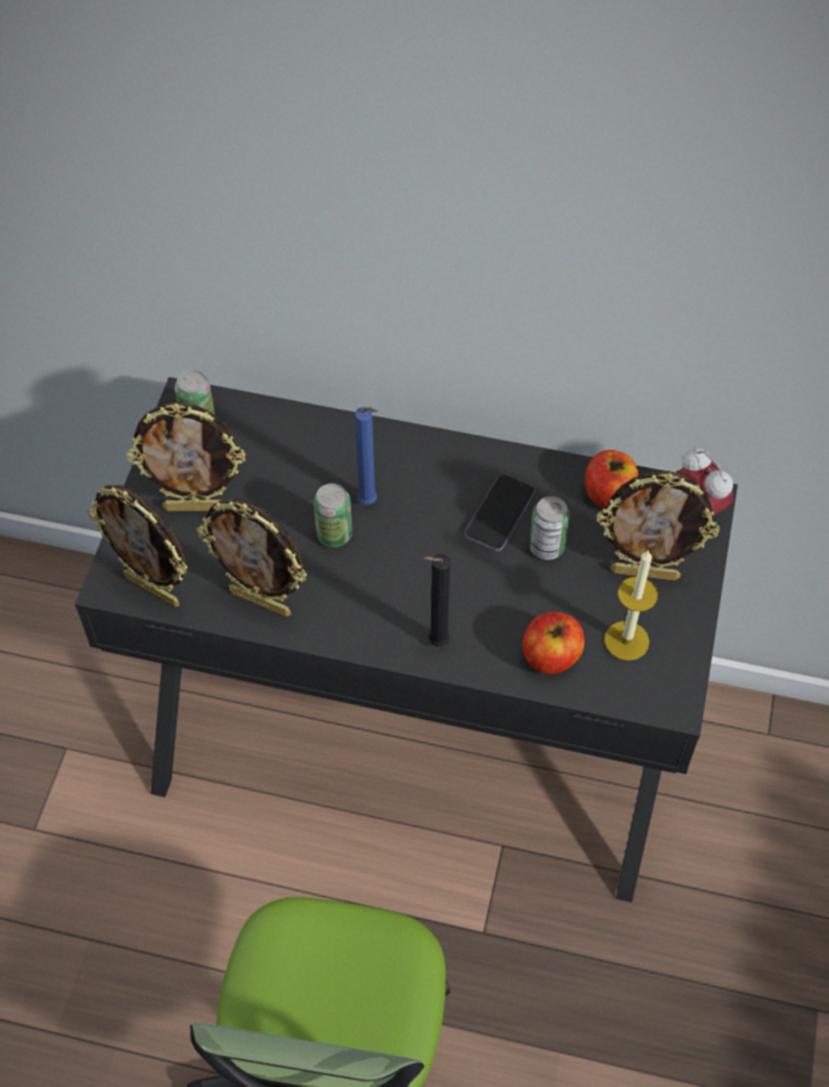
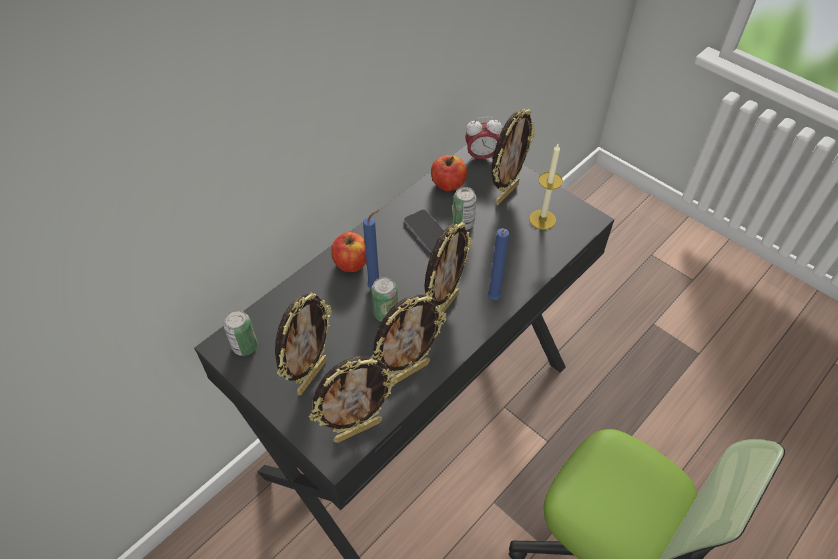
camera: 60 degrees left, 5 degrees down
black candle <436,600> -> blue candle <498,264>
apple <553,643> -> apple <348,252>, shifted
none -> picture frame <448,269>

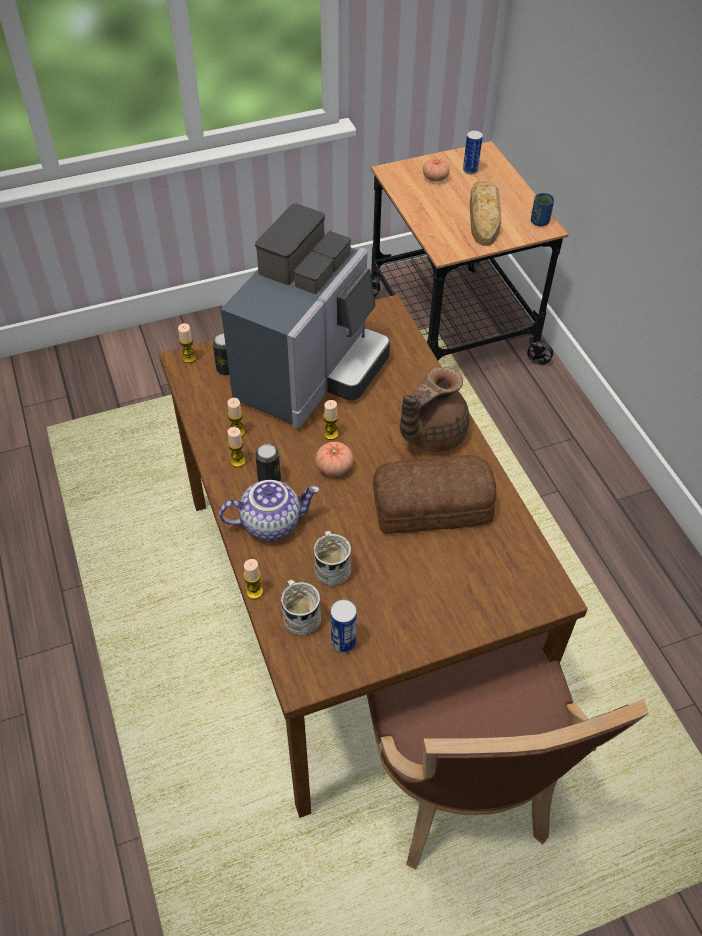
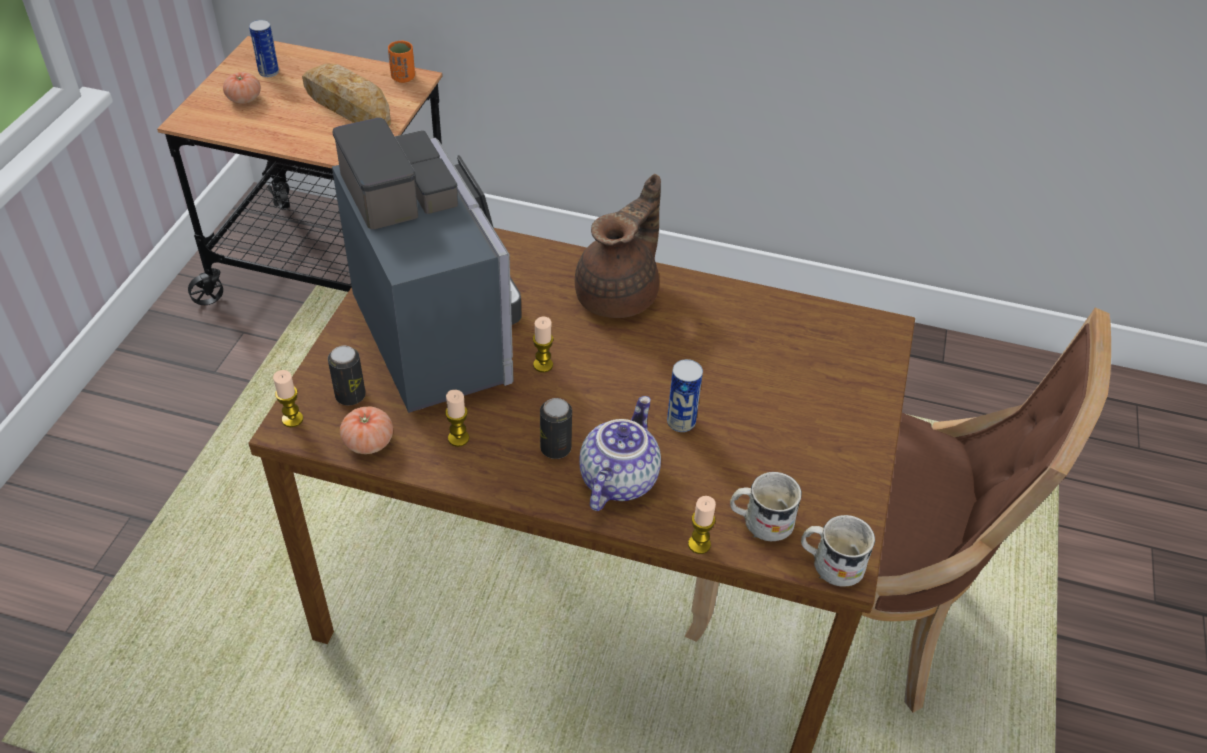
camera: 55 degrees left, 5 degrees down
blue cup <542,210> -> orange cup <401,62>
brown teapot <434,409> -> brown teapot <618,246>, 135 degrees counterclockwise
candle <236,447> -> none
tomato <334,459> -> tomato <366,430>, shifted
bread <434,494> -> none
white mug <332,558> -> white mug <838,550>, shifted
can <344,626> -> can <685,395>, shifted

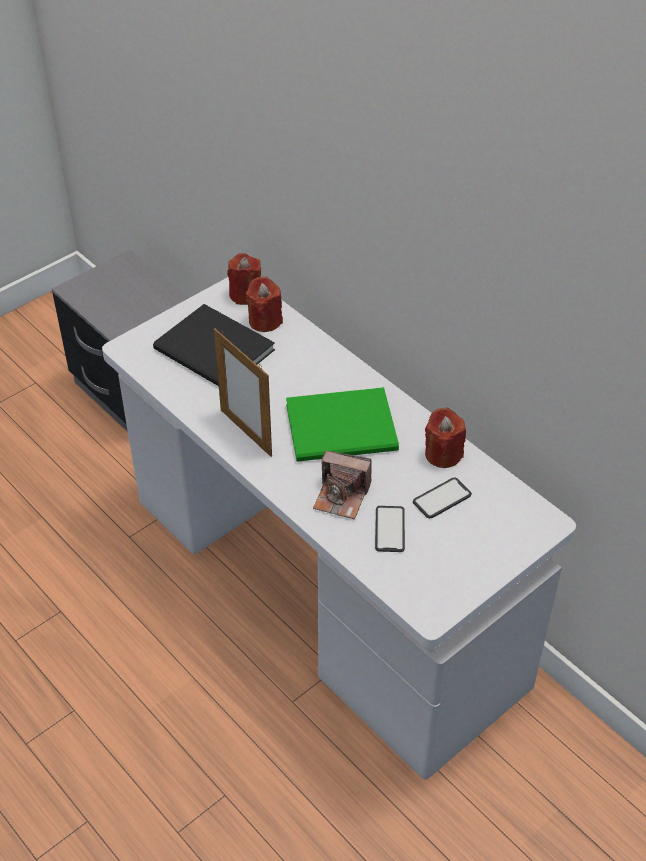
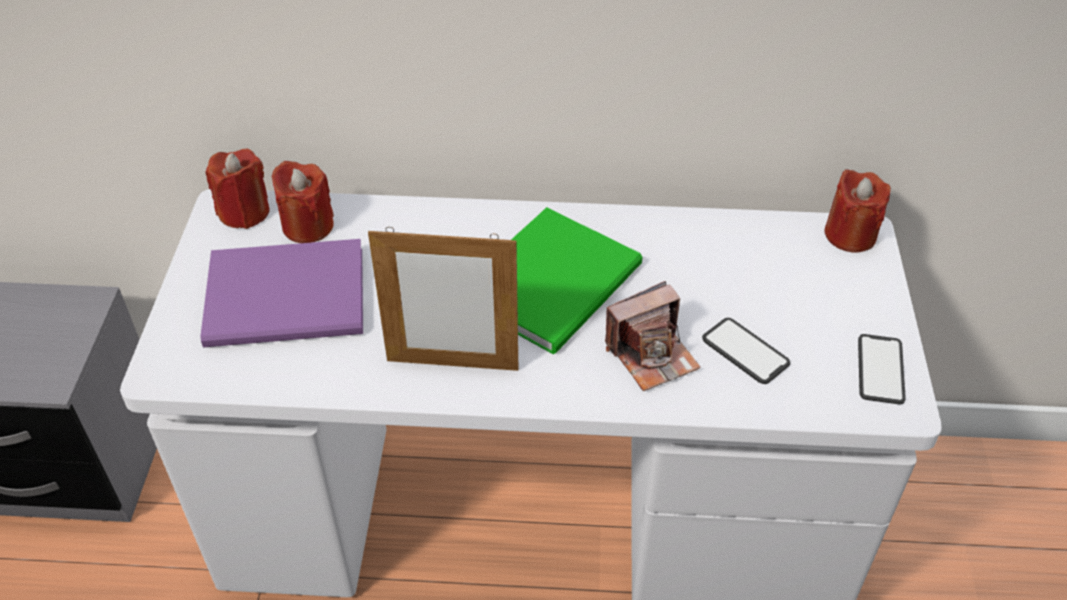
camera: 45 degrees left, 0 degrees up
black book <214,345> -> purple book <281,293>
red candle <445,437> -> red candle <857,211>, shifted
phone <442,498> -> phone <882,369>, shifted

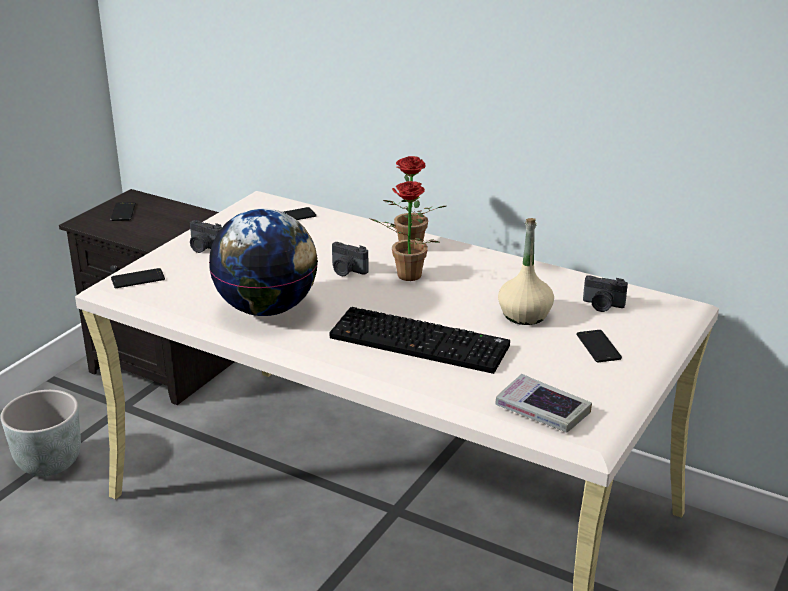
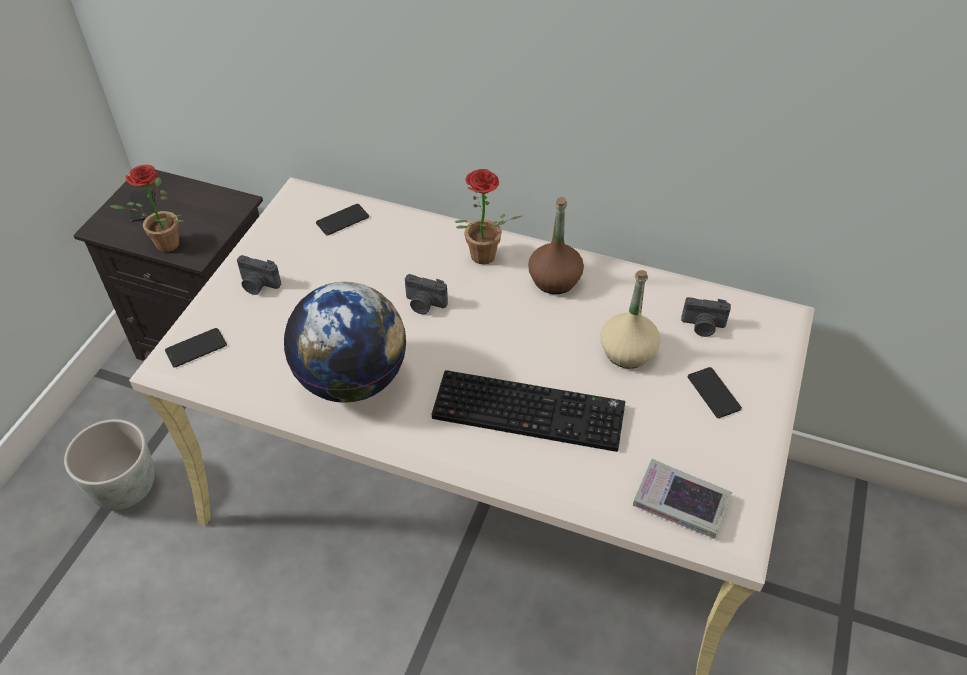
camera: 10 degrees left, 20 degrees up
potted plant <405,231> -> potted plant <146,208>, shifted
none -> brown bottle <556,245>

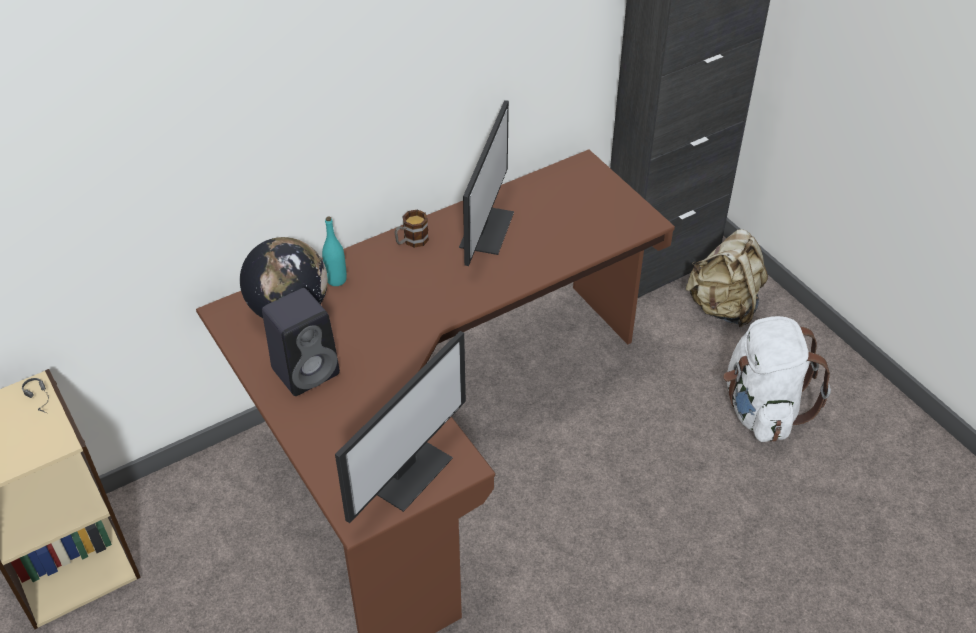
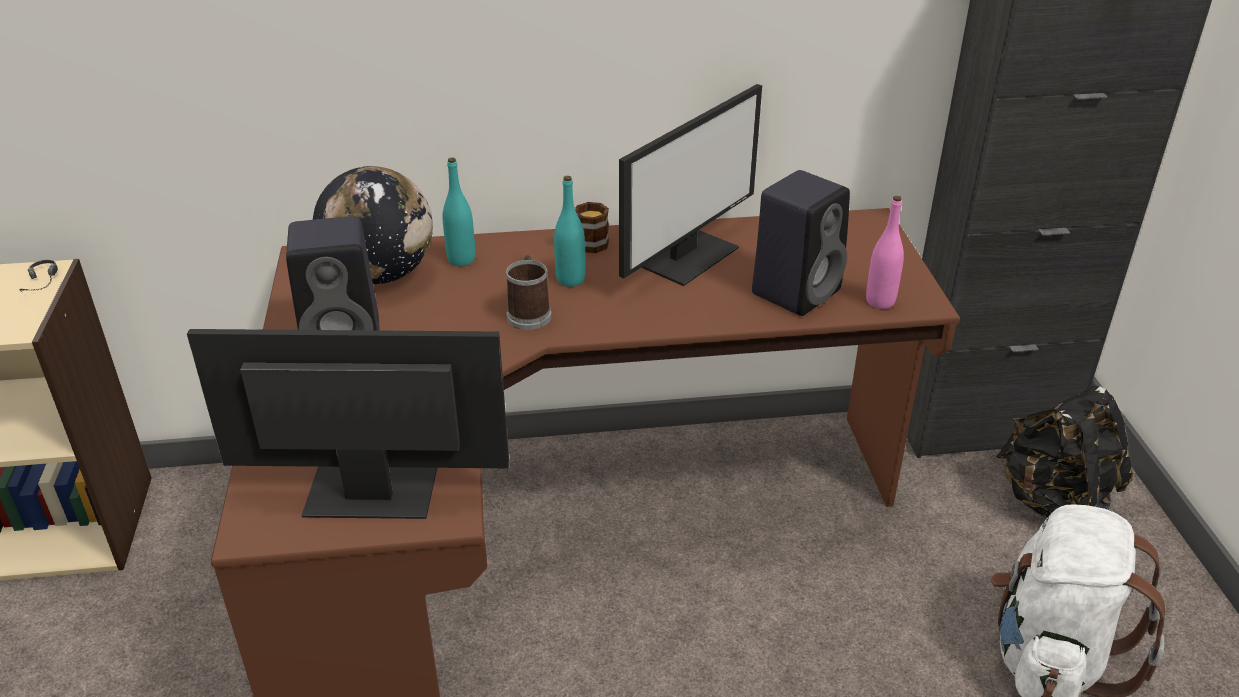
camera: 25 degrees right, 10 degrees down
beige backpack <727,278> -> black backpack <1064,452>
monitor <400,427> -> monitor <348,424>, 150 degrees counterclockwise
none -> black speaker <801,243>
none -> turquoise bottle <569,231>
none -> pink bottle <885,252>
none -> mug <528,293>

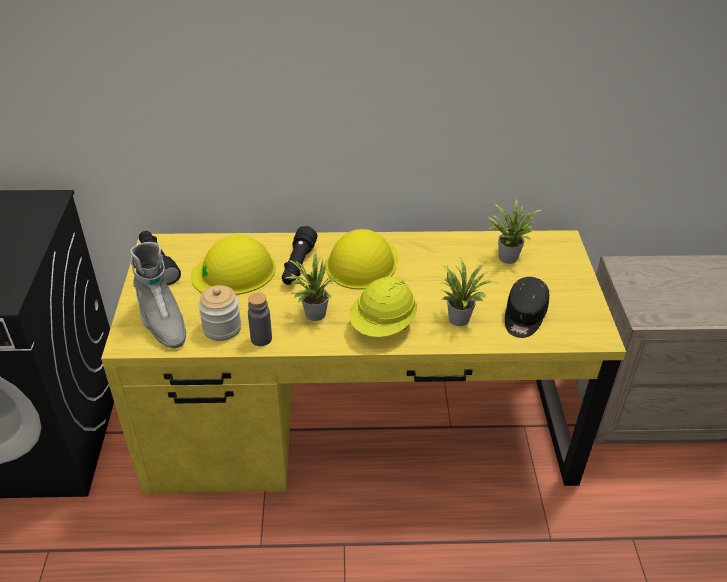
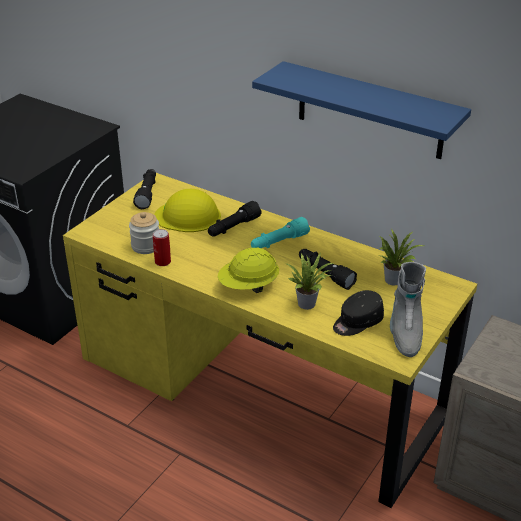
camera: 35 degrees right, 5 degrees down
yellow hard hat <362,259> -> turquoise flashlight <280,232>
grey boot <158,295> -> grey boot <408,309>, shifted
potted plant <311,285> -> none
grey bottle <260,319> -> can <162,247>
none -> blue shelf <361,110>
none -> black flashlight <328,269>

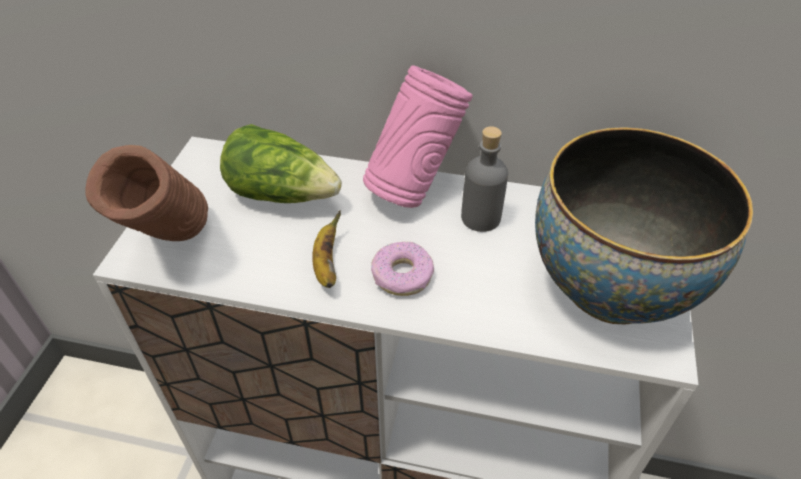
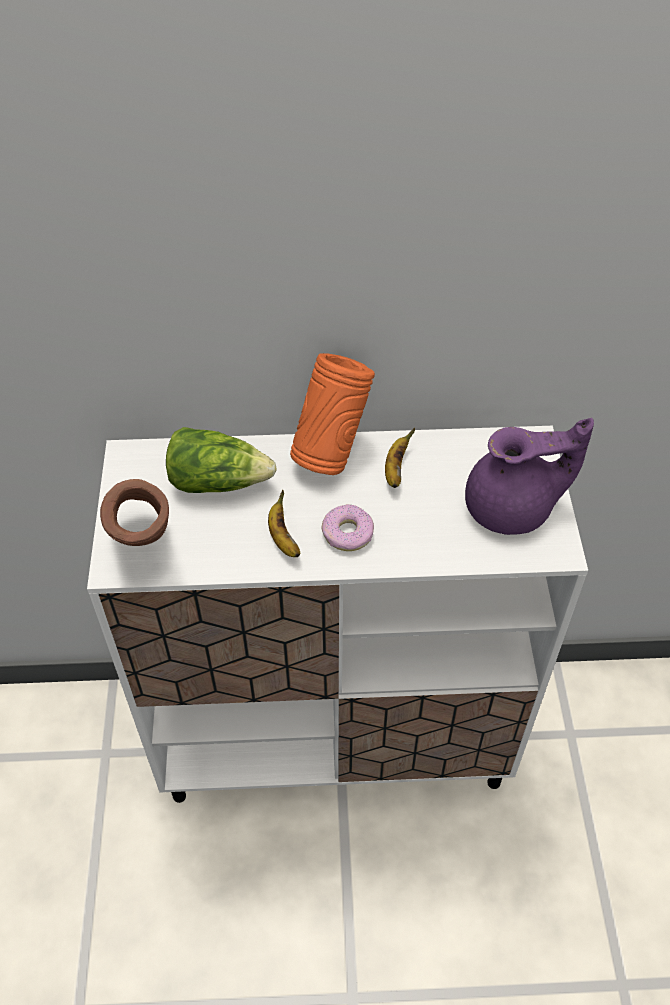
camera: 15 degrees left, 5 degrees up
pink vase <417,136> -> orange vase <332,414>
grey bottle <484,179> -> banana <400,458>
bowl <644,225> -> purple teapot <529,476>

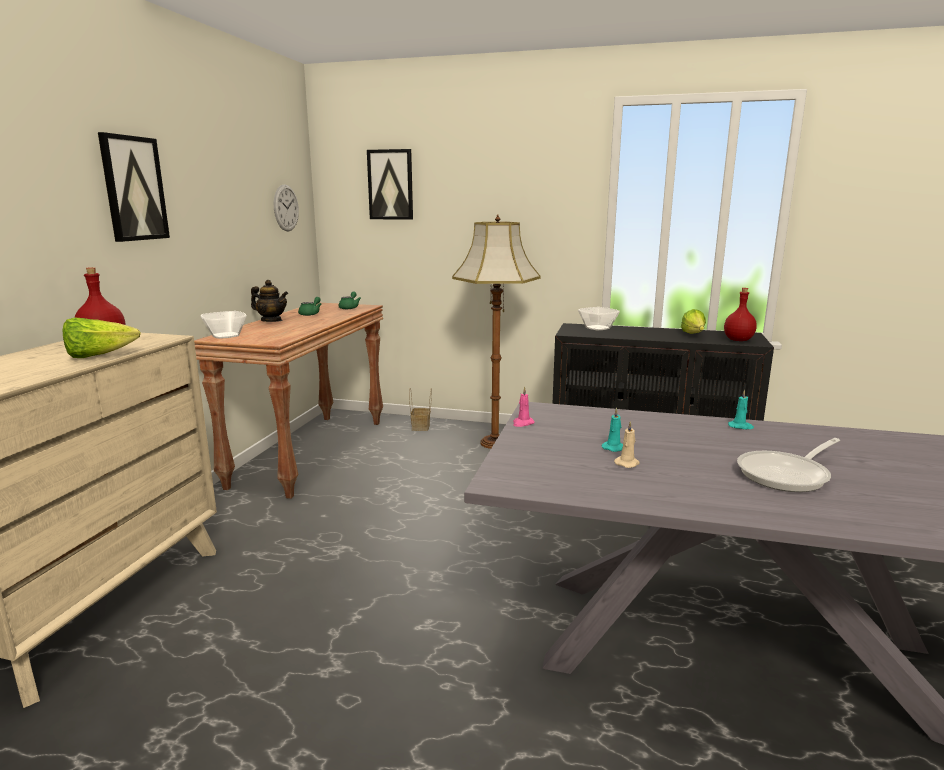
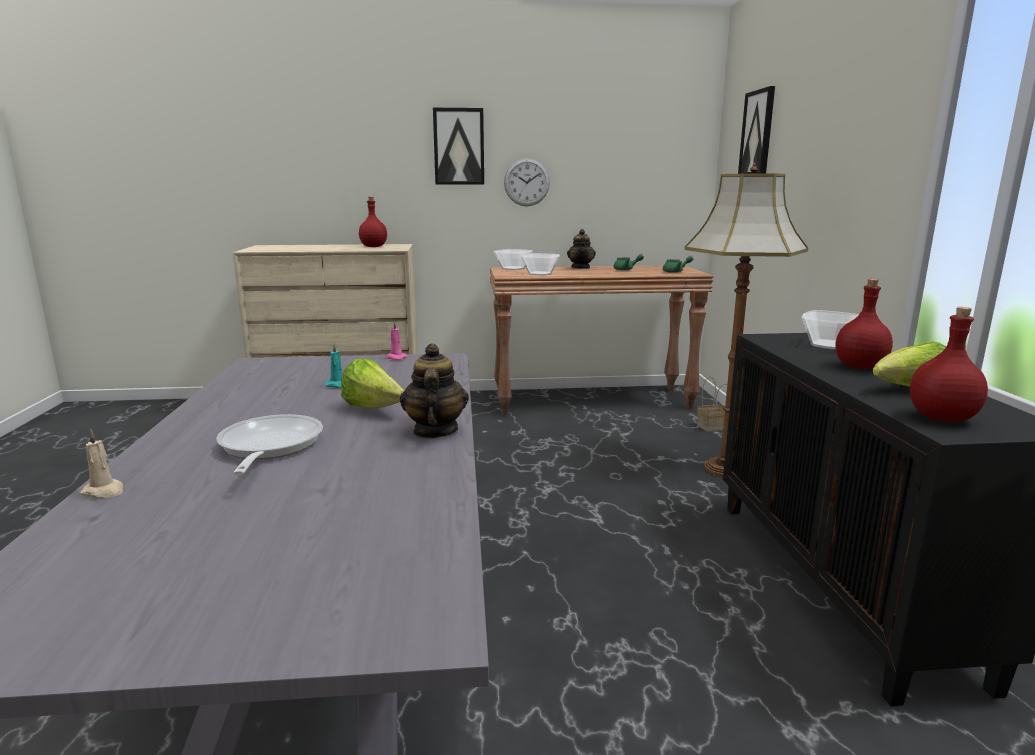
camera: 70 degrees right, 0 degrees up
wall clock <286,208> -> wall clock <527,182>, shifted
lettuce <102,337> -> lettuce <373,384>, shifted
turquoise candle <741,409> -> teapot <434,390>
beige candle <627,444> -> beige candle <101,463>, shifted
frying pan <788,465> -> frying pan <270,444>, 45 degrees clockwise
none -> bowl <540,264>
none -> red bottle <864,324>

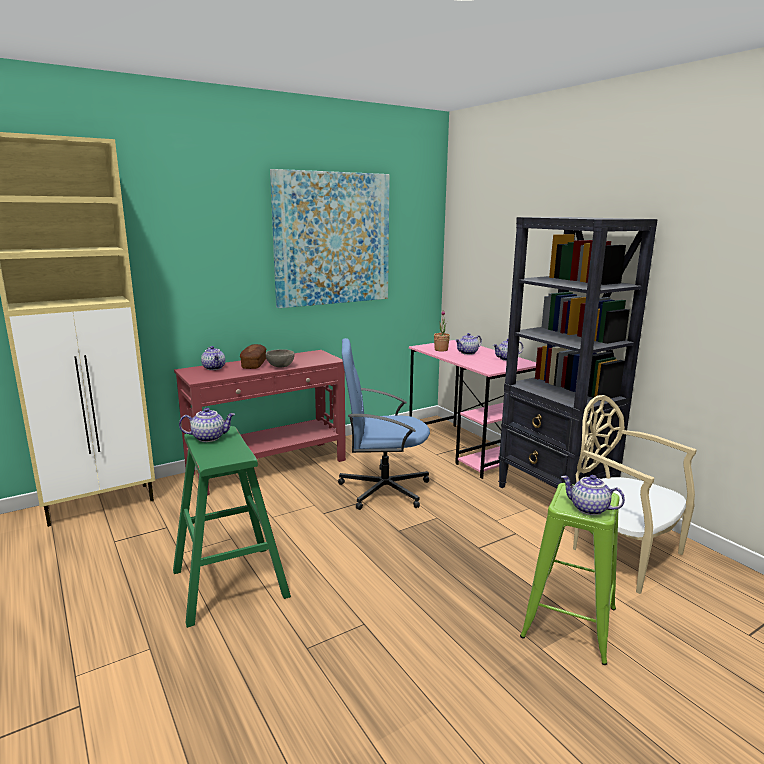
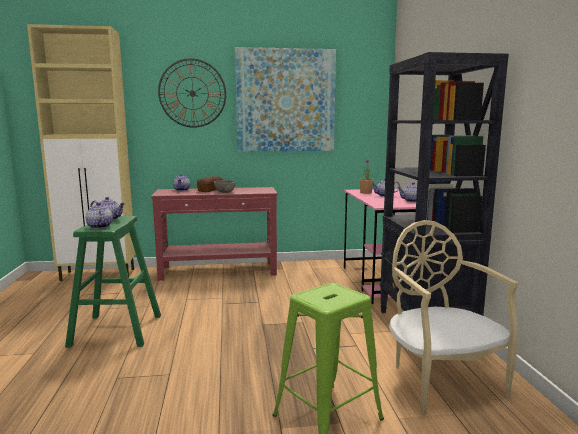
camera: 25 degrees right, 5 degrees down
blue office chair <384,424> -> none
teapot <593,495> -> teapot <99,216>, shifted
none -> wall clock <192,93>

